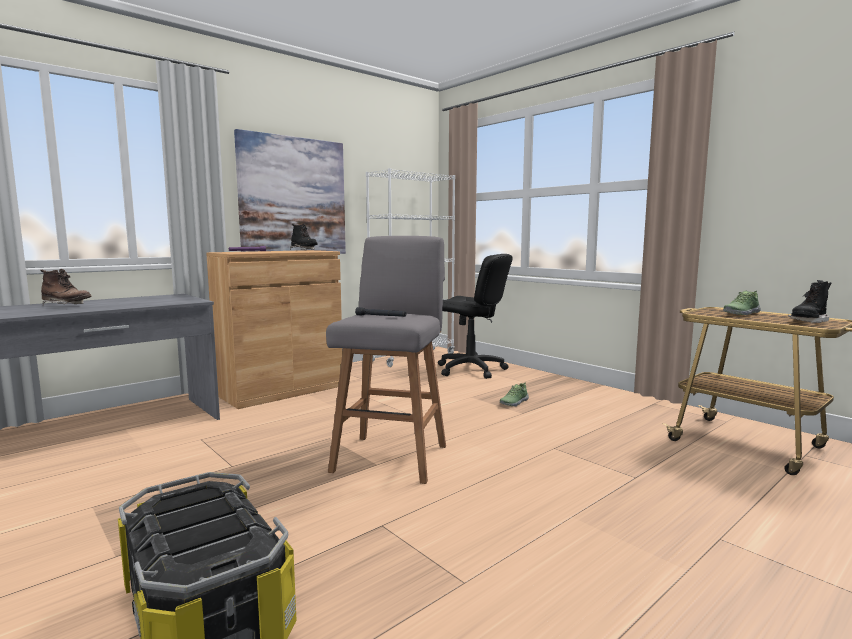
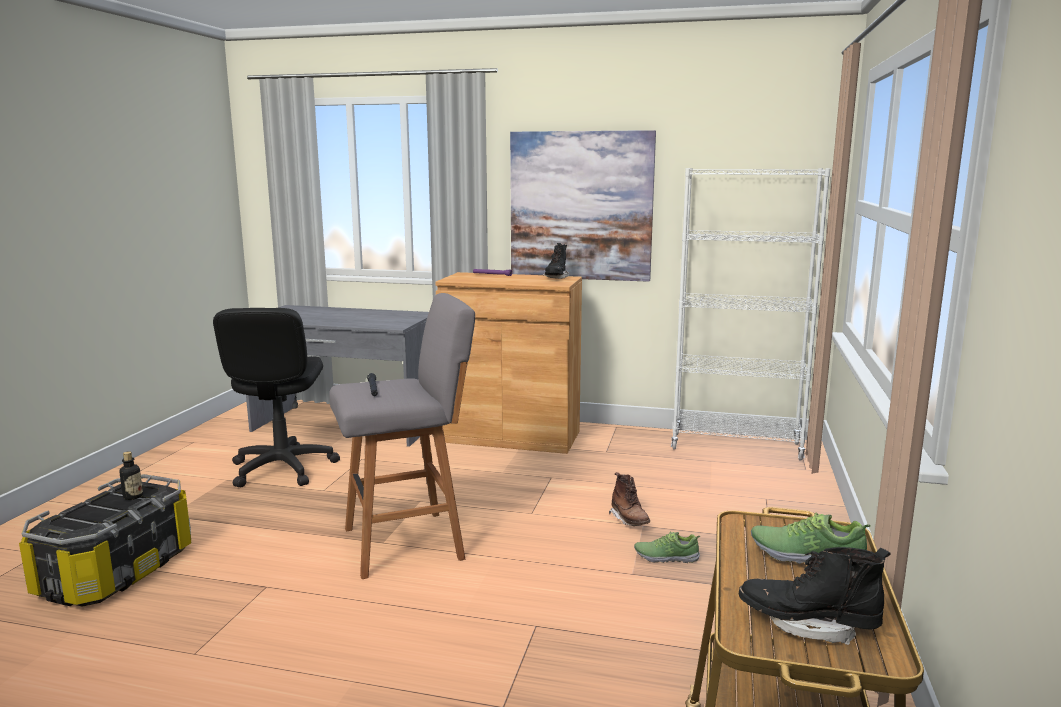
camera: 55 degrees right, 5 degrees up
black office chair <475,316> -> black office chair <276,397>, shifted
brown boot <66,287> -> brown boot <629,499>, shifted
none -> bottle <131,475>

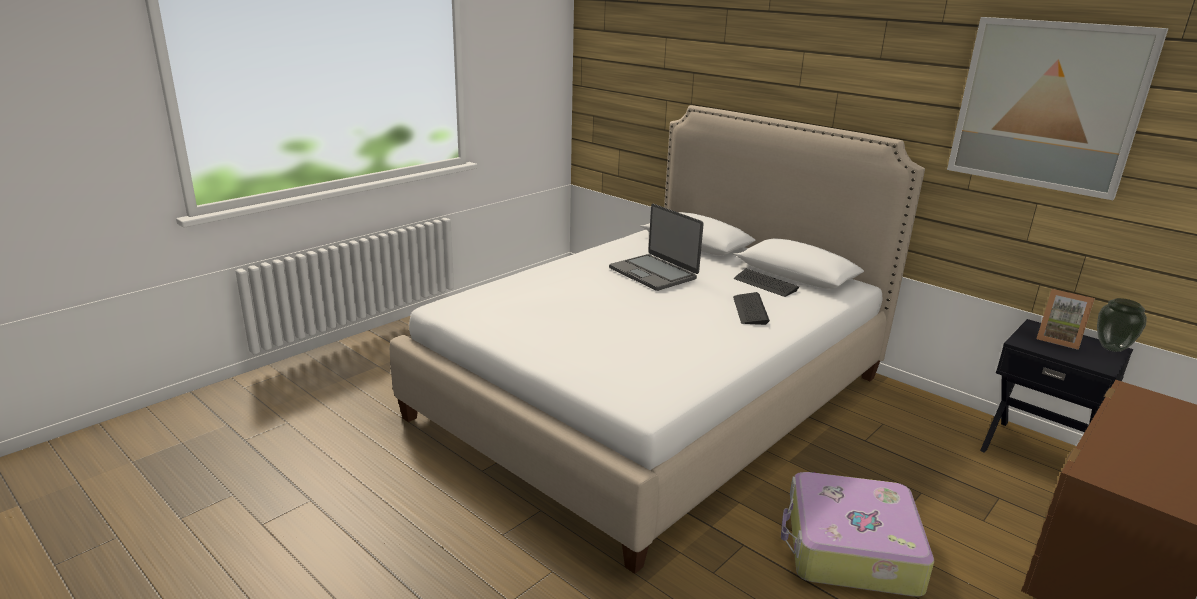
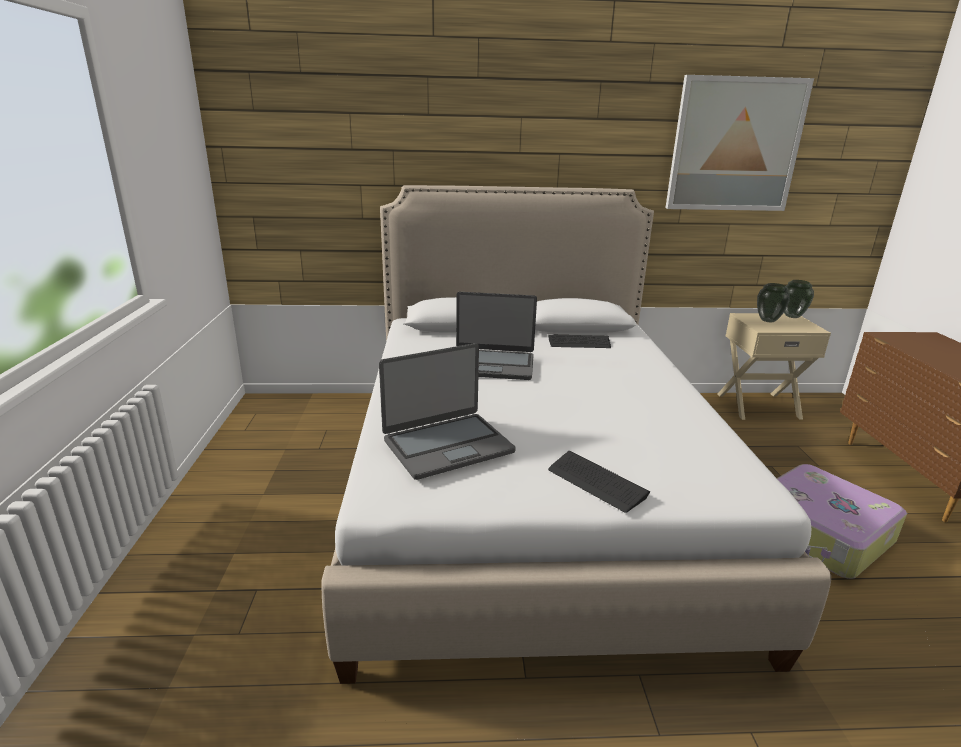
camera: 45 degrees left, 0 degrees up
picture frame <1065,319> -> vase <773,302>
keyboard <751,308> -> keyboard <599,482>, shifted
black nightstand <1056,386> -> beige nightstand <774,366>
none -> laptop <447,411>

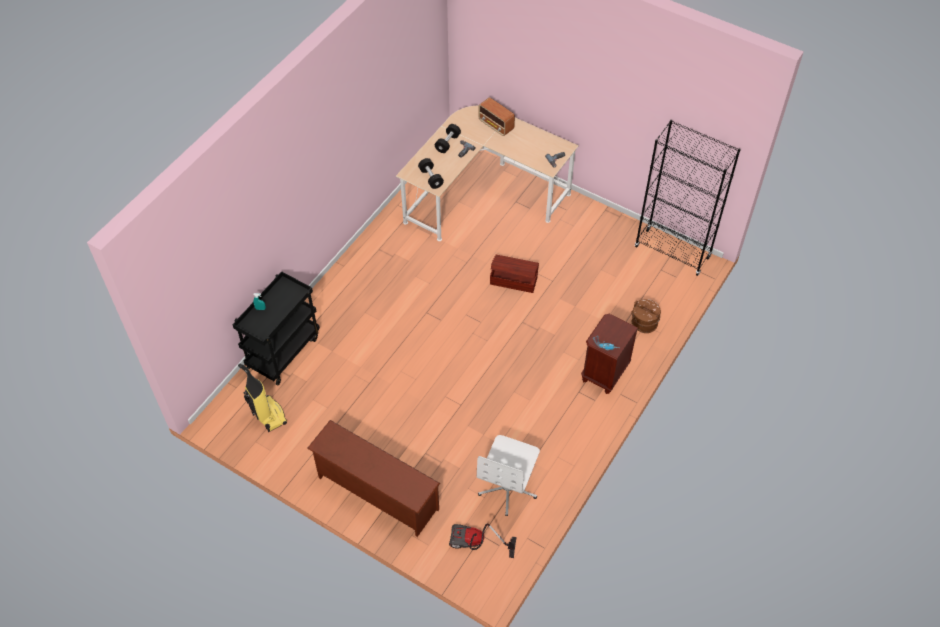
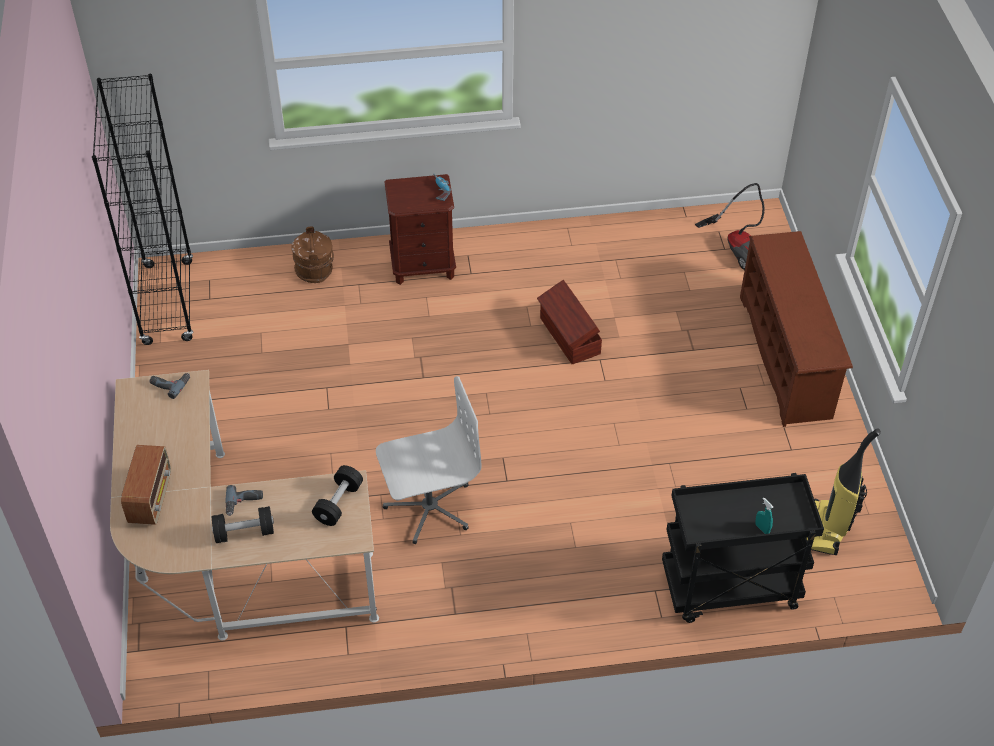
camera: 130 degrees left, 5 degrees down
brown storage box <514,274> -> brown storage box <569,322>, shifted
white office chair <508,475> -> white office chair <428,460>, shifted

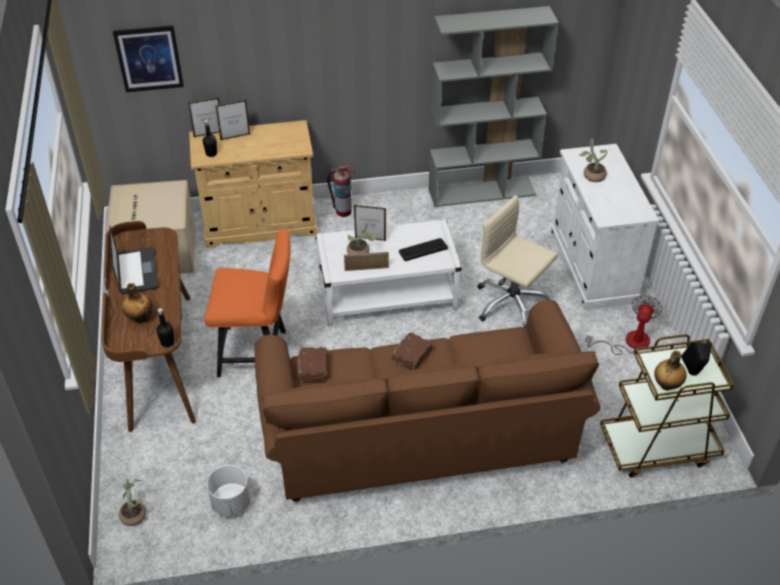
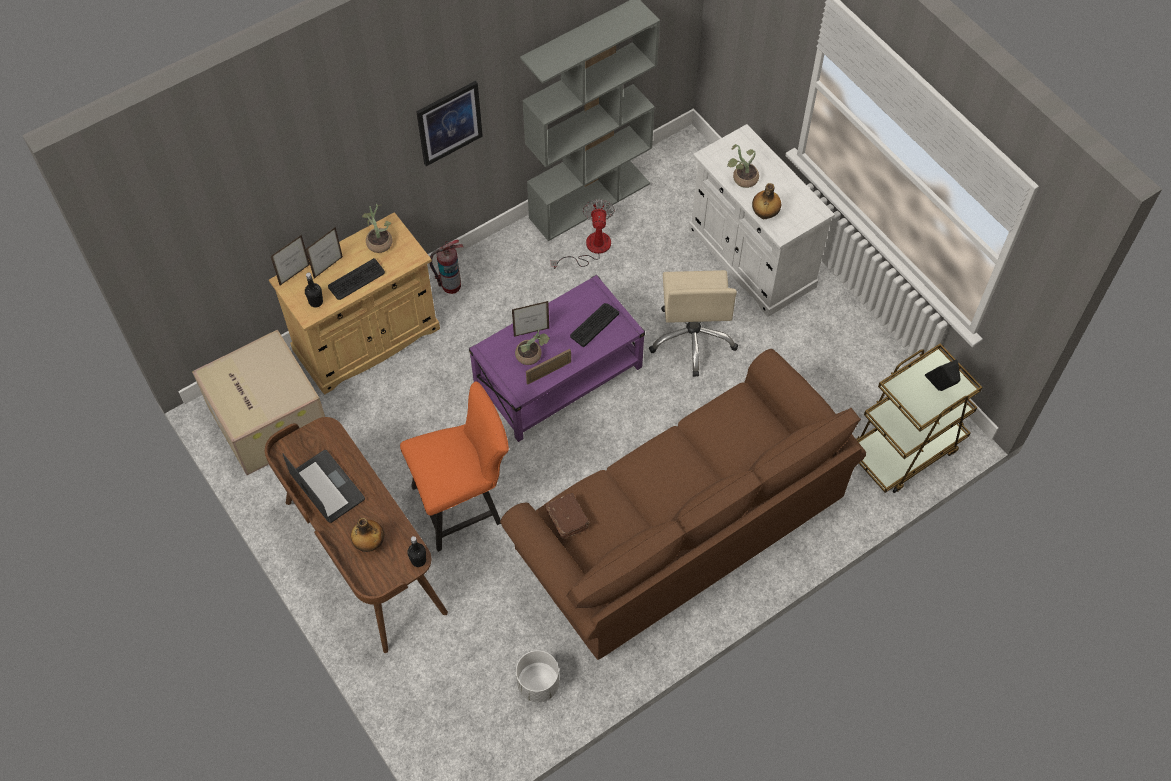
camera: 25 degrees left, 15 degrees up
picture <148,58> -> picture <449,123>, shifted
beige office chair <517,261> -> beige office chair <693,323>, 105 degrees counterclockwise
white coffee table <388,272> -> purple coffee table <557,358>
fan <624,325> -> fan <583,234>, shifted
brown book <412,351> -> none
bottle <670,370> -> bottle <766,201>, shifted
potted plant <132,502> -> potted plant <377,228>, shifted
none -> keyboard <356,279>

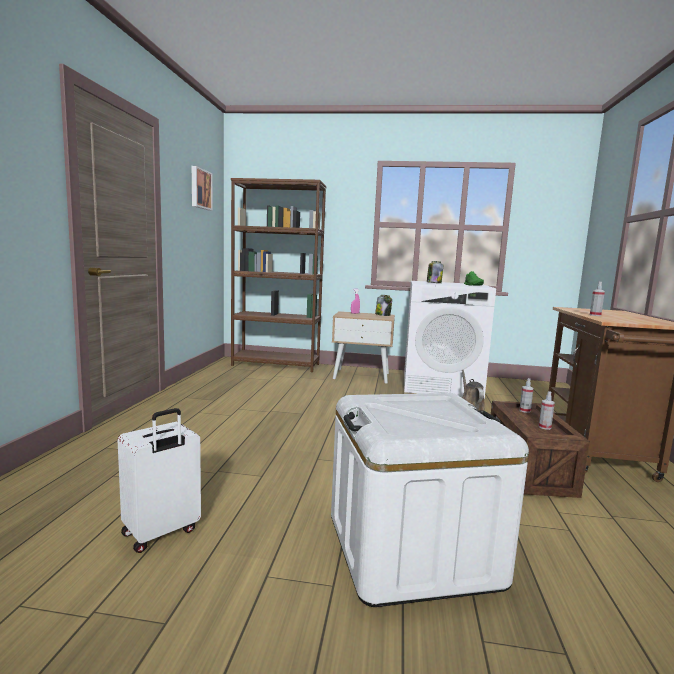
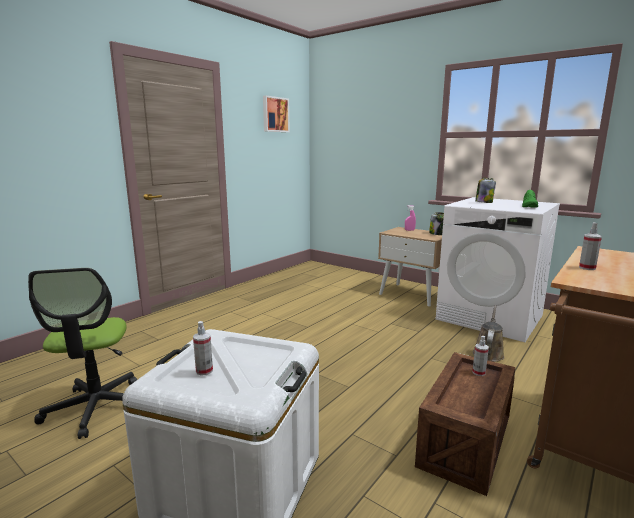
camera: 30 degrees right, 5 degrees up
brown bookcase <278,275> -> none
spray bottle <547,411> -> spray bottle <203,348>, shifted
white suitcase <159,480> -> office chair <82,353>

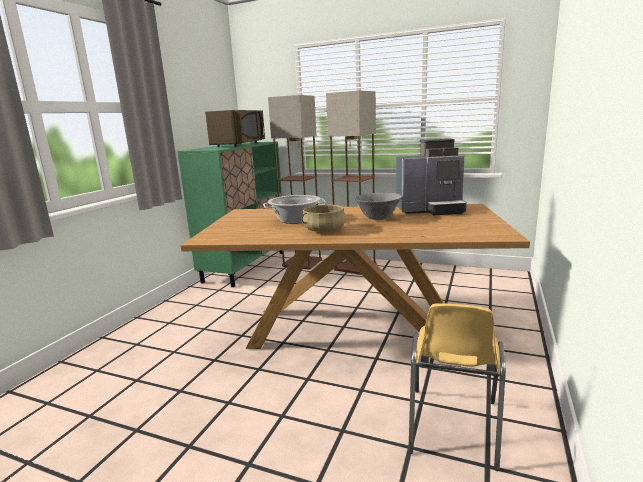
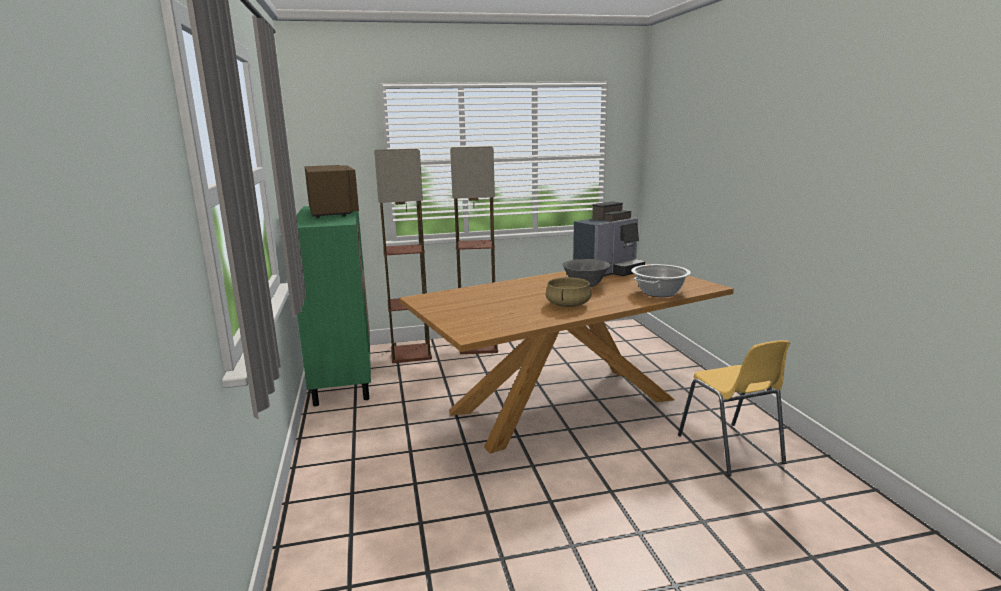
camera: 35 degrees left, 0 degrees up
cooking pot <294,209> -> cooking pot <661,280>, shifted

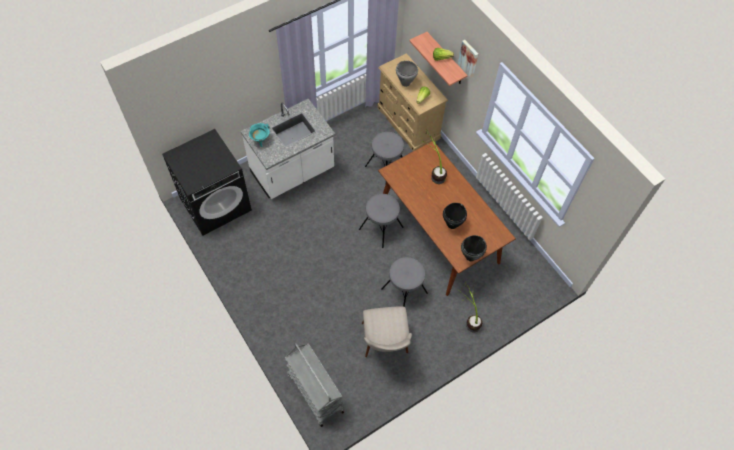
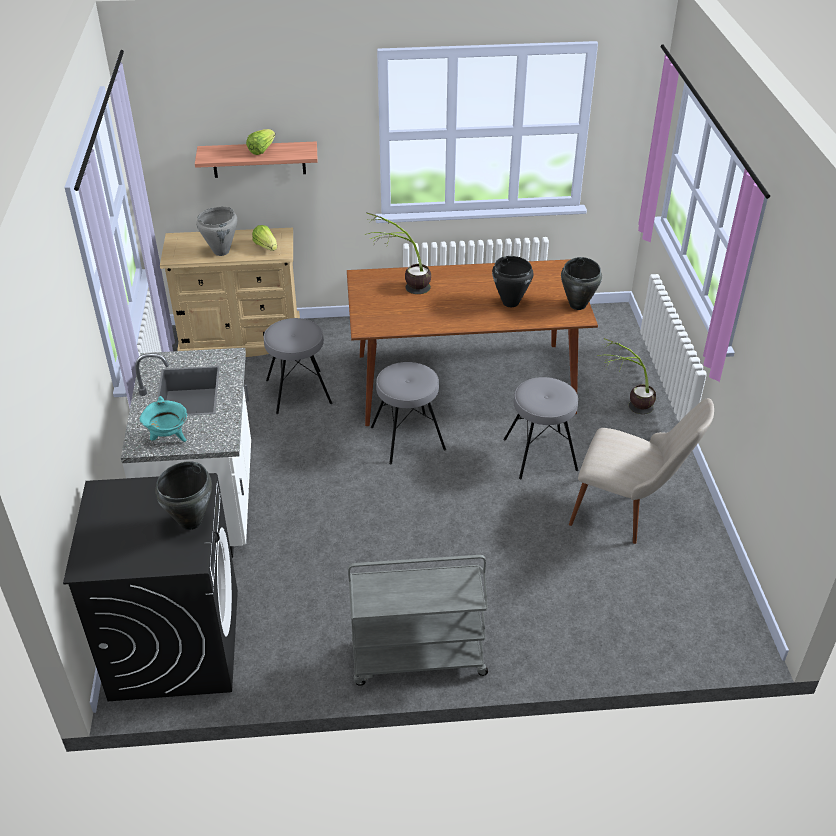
camera: 60 degrees left, 20 degrees down
picture <468,59> -> none
grey cart <314,385> -> grey cart <418,620>, shifted
none -> black cooking pot <183,495>

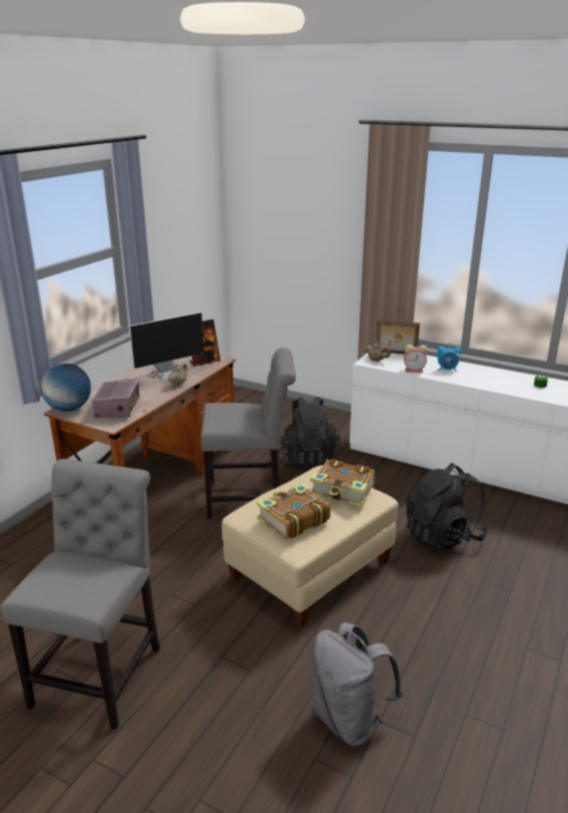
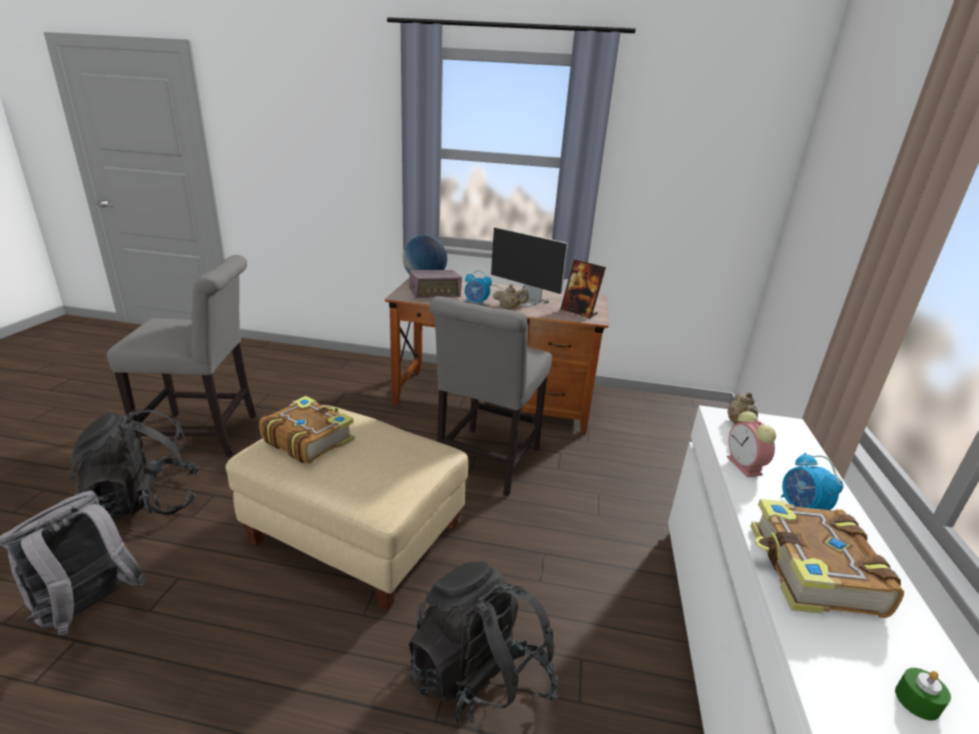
camera: 70 degrees right, 0 degrees up
picture frame <398,337> -> none
grey chair <248,433> -> grey chair <491,396>, 45 degrees clockwise
black backpack <310,433> -> black backpack <134,464>, shifted
book <342,483> -> book <827,558>, shifted
none -> alarm clock <478,288>

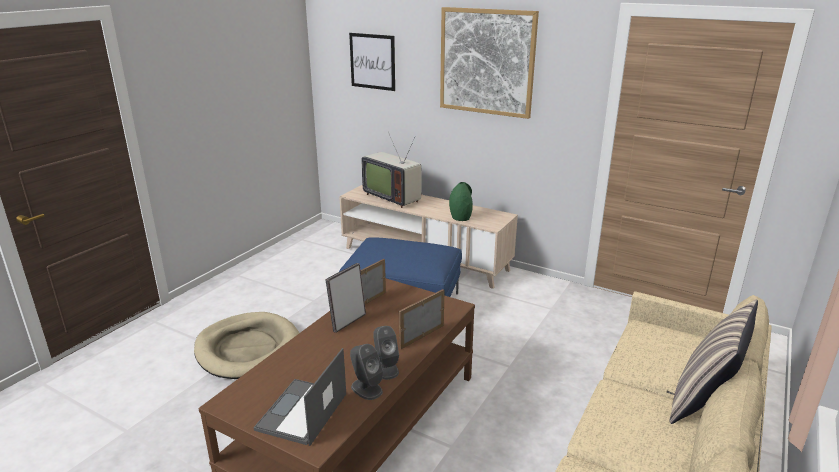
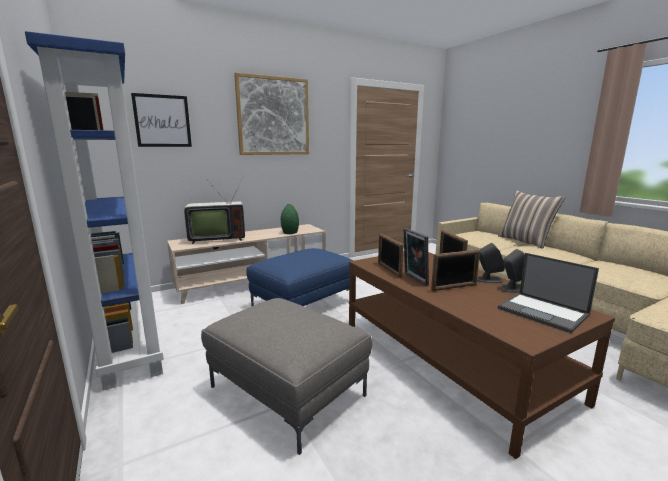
camera: 60 degrees left, 10 degrees down
beige dog bed <246,345> -> grey ottoman <286,376>
none -> blue bookcase <94,210>
none -> picture frame <455,270>

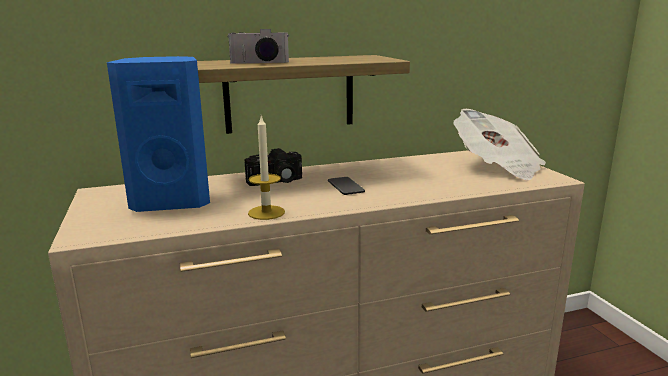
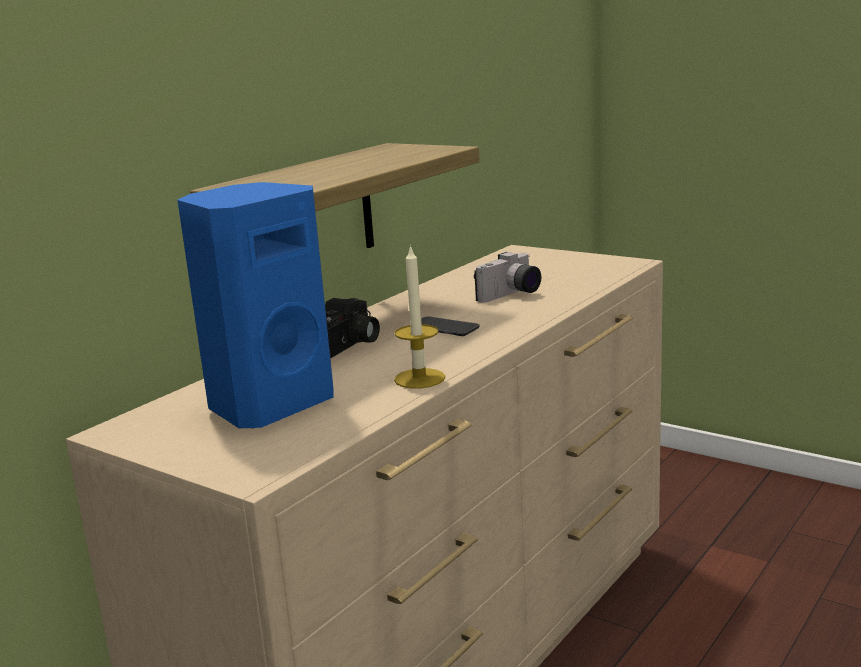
camera: 35 degrees left, 0 degrees up
photo camera <258,46> -> photo camera <507,277>, shifted
newspaper <499,145> -> none

